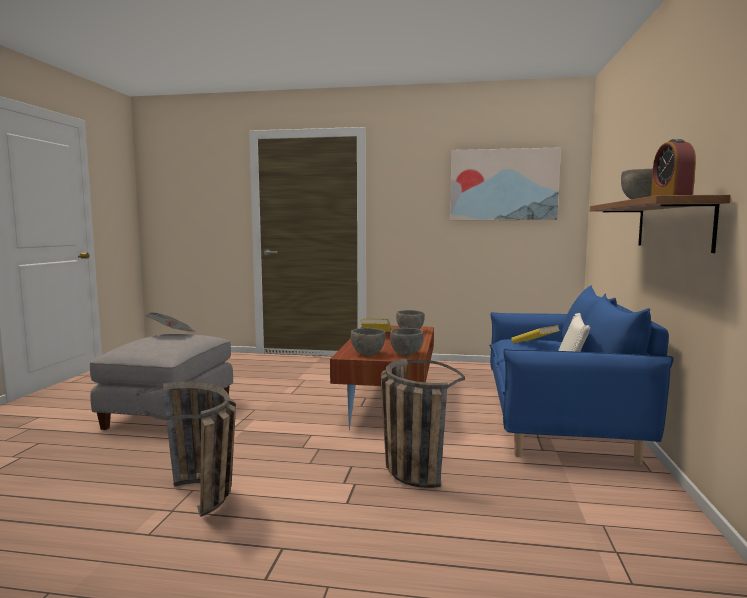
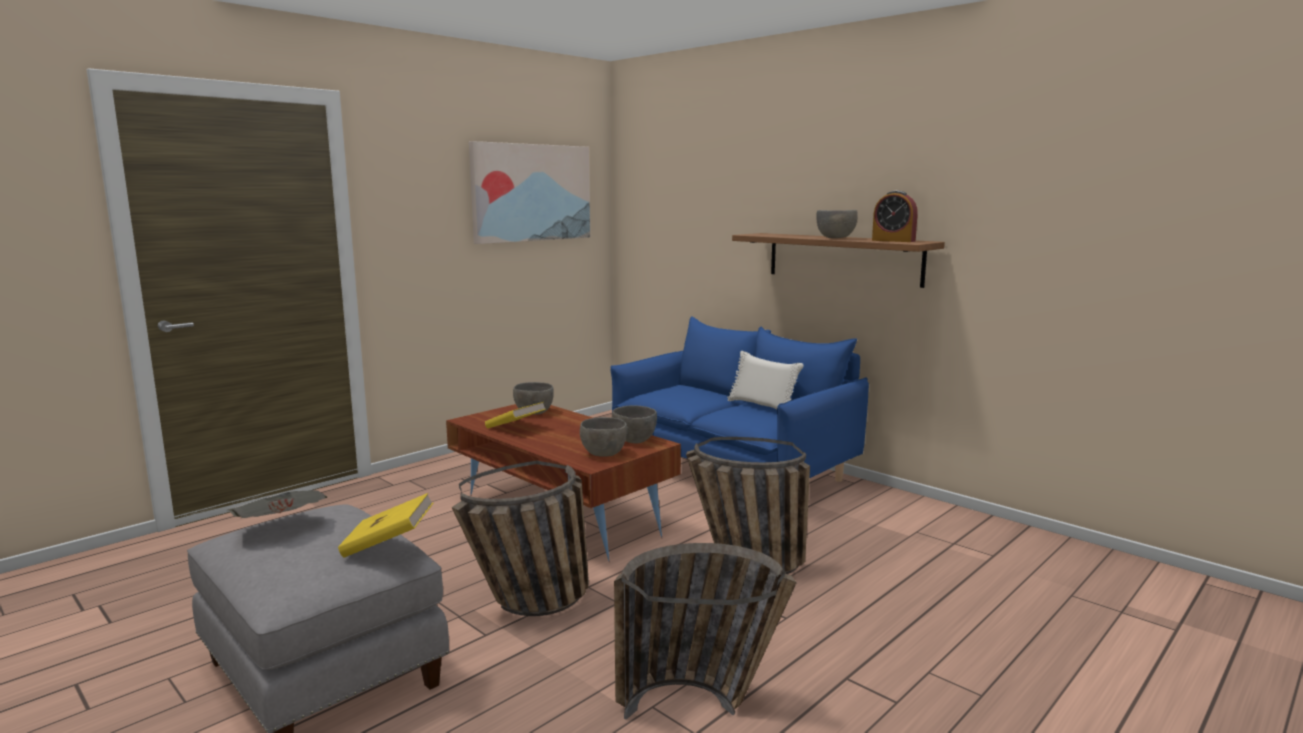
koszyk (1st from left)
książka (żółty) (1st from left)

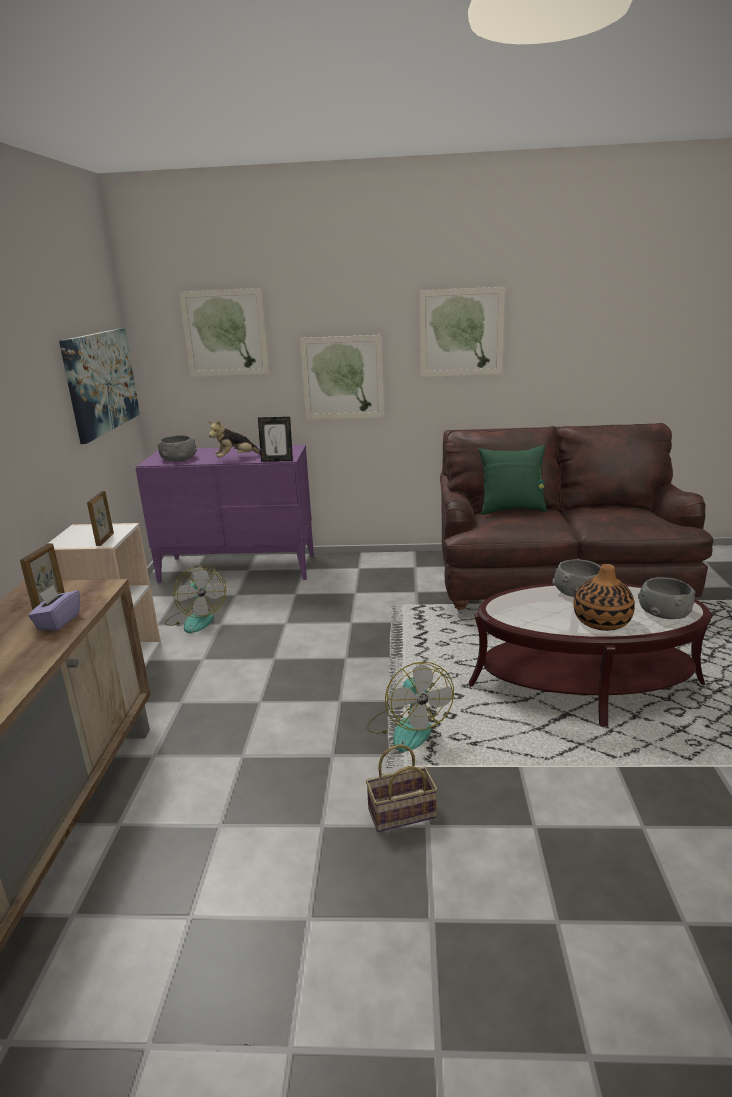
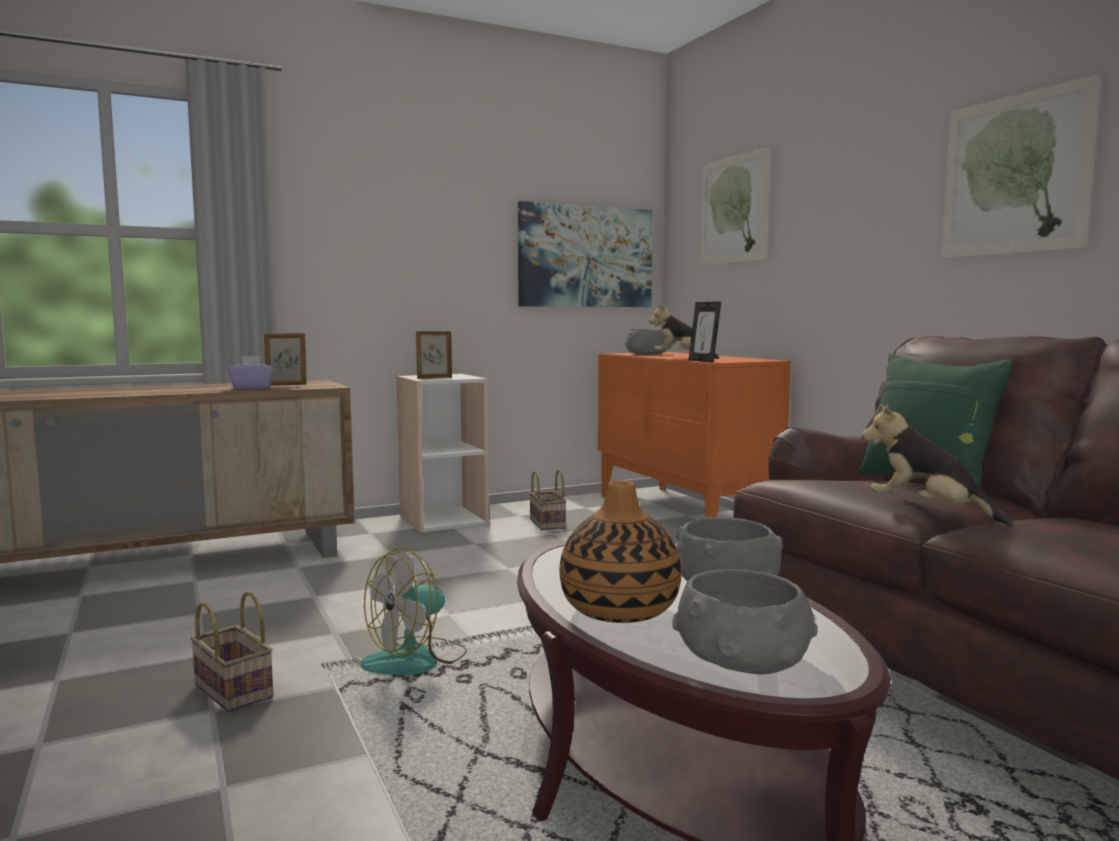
obraz (3rd from left in the first image)
pluszak (2nd from left)
koszyk (2nd from left)
szafka (pomarańczowy)

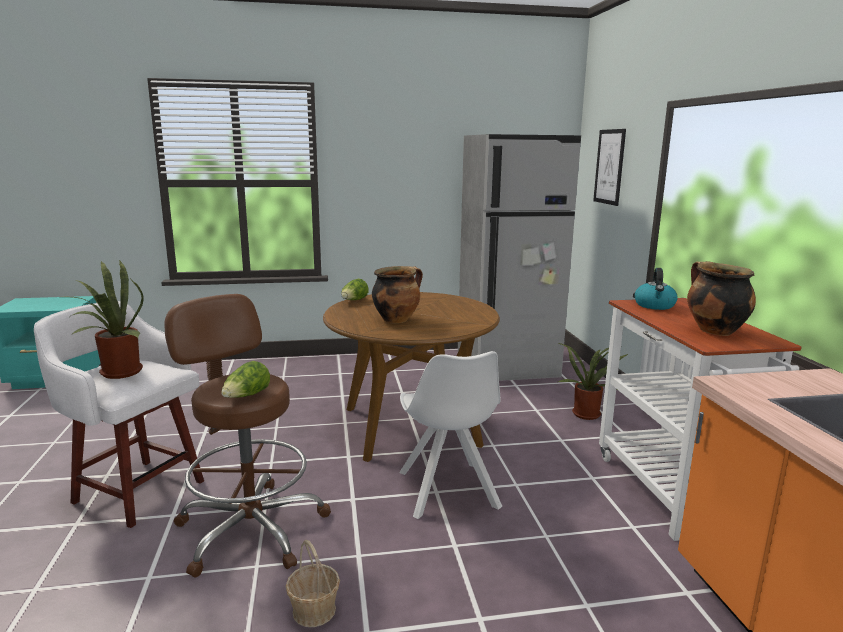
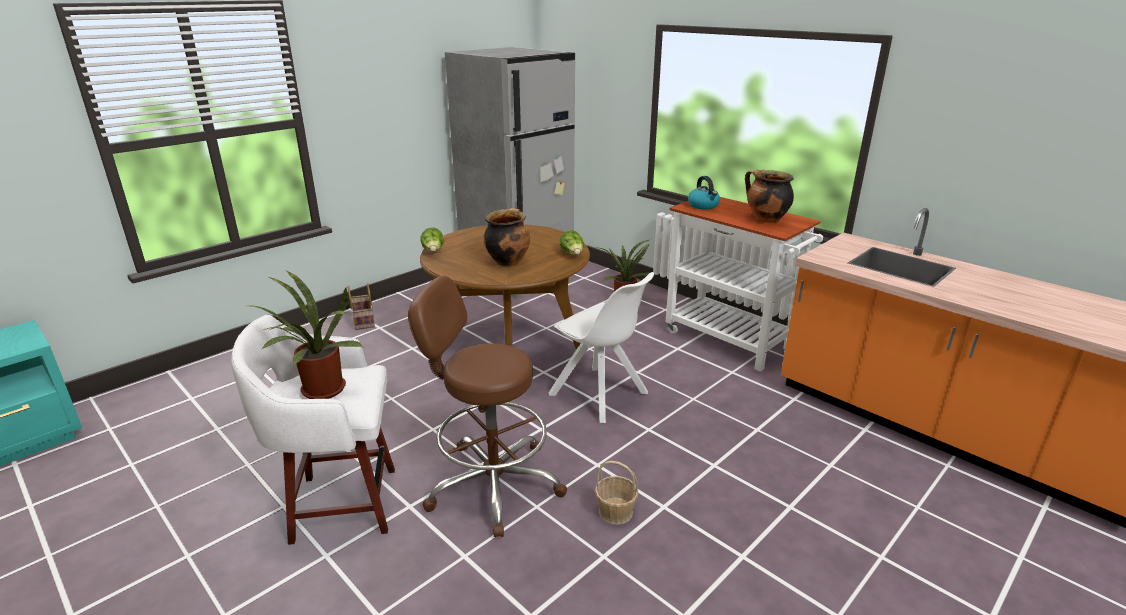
obraz
koszyk (1st from left)
sałata (2nd from left)

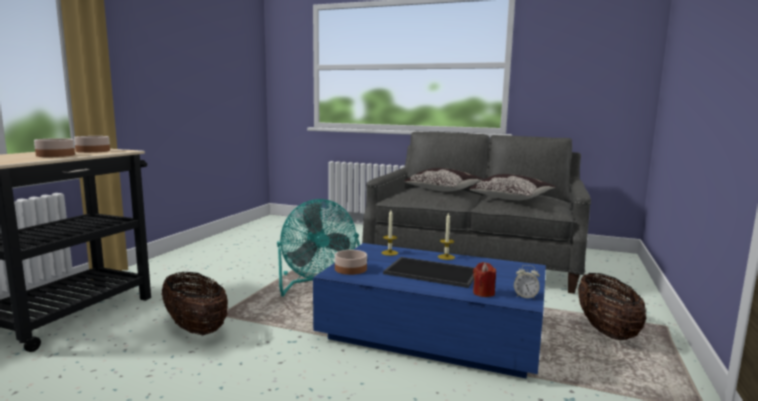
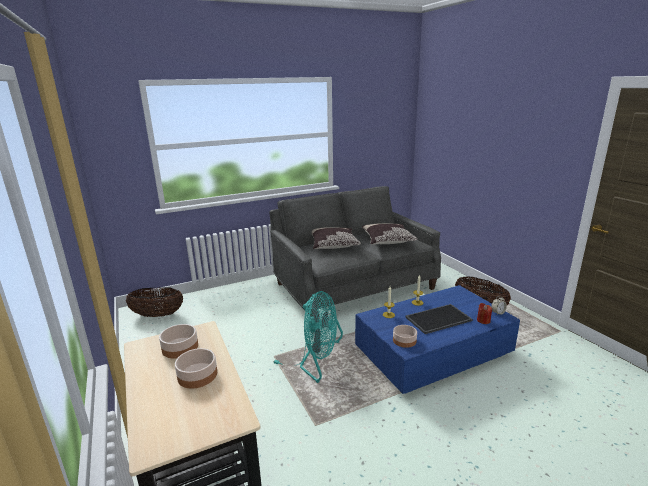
koszyk (1st from left)

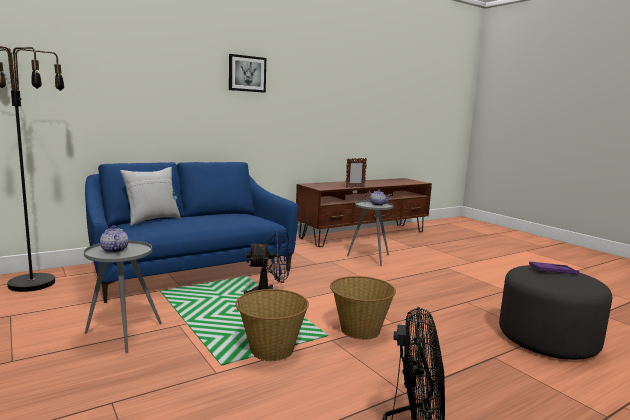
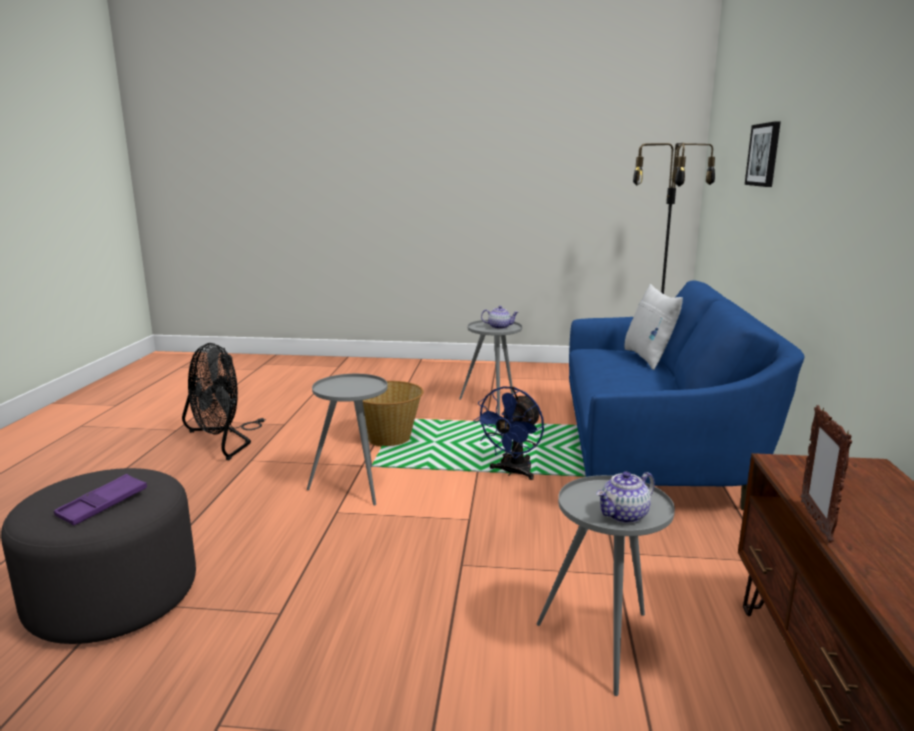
obraz
stolik (szary) (1st from left)

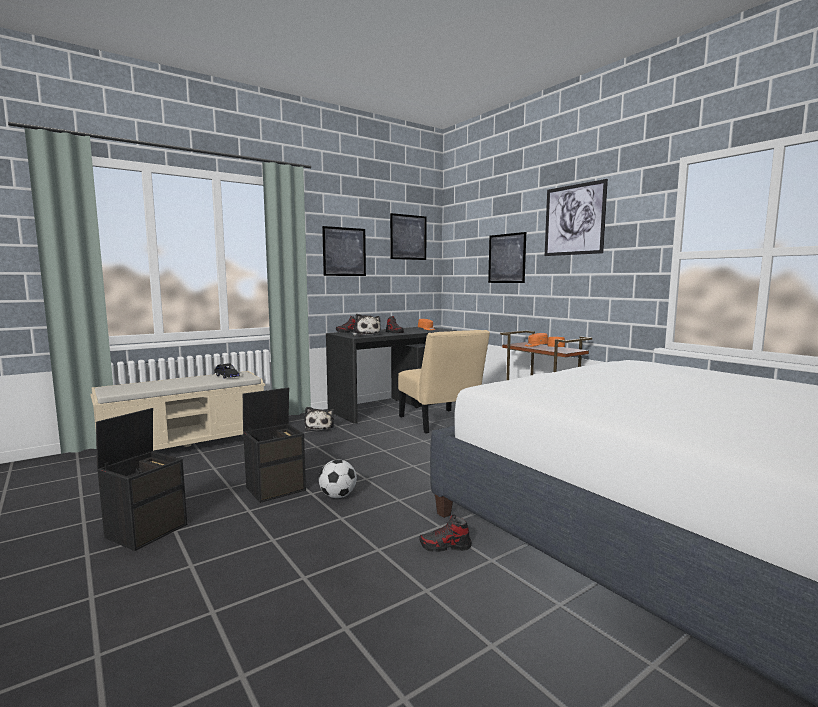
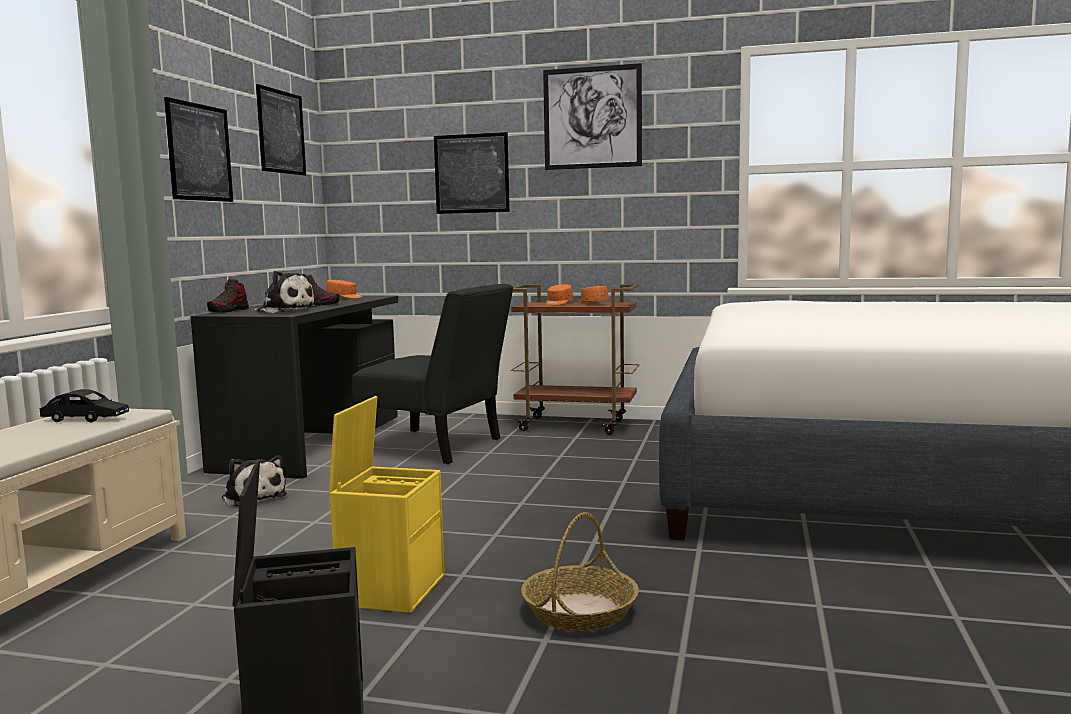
piłka futbolowa
but (3rd from left in the first image)
koszyk
pojemnik do przechowywania (żółty)
krzesło (czarny)

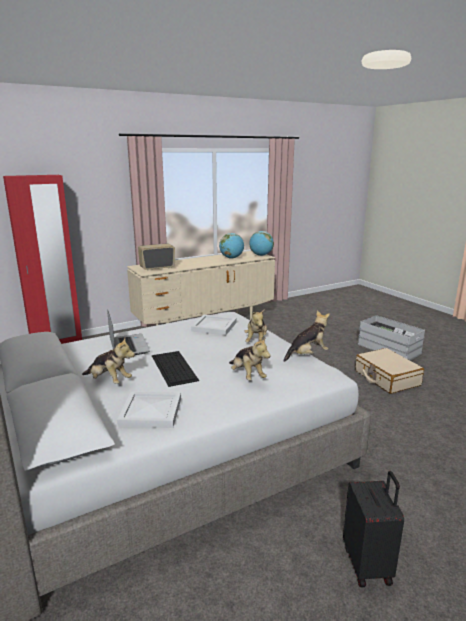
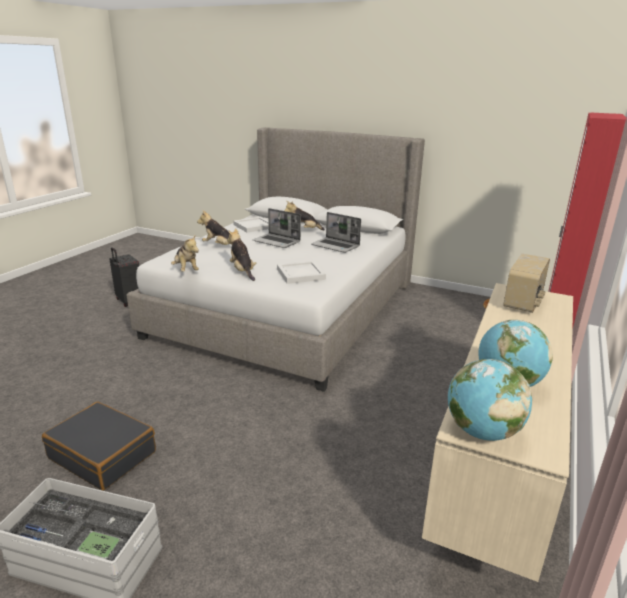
laptop (1st from left)
walizka (czarny) (1st from left)
pluszak (1st from left)

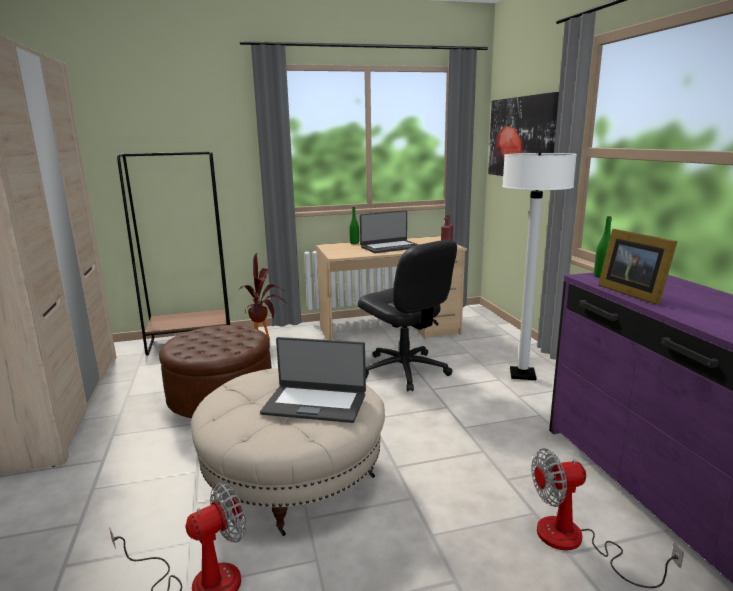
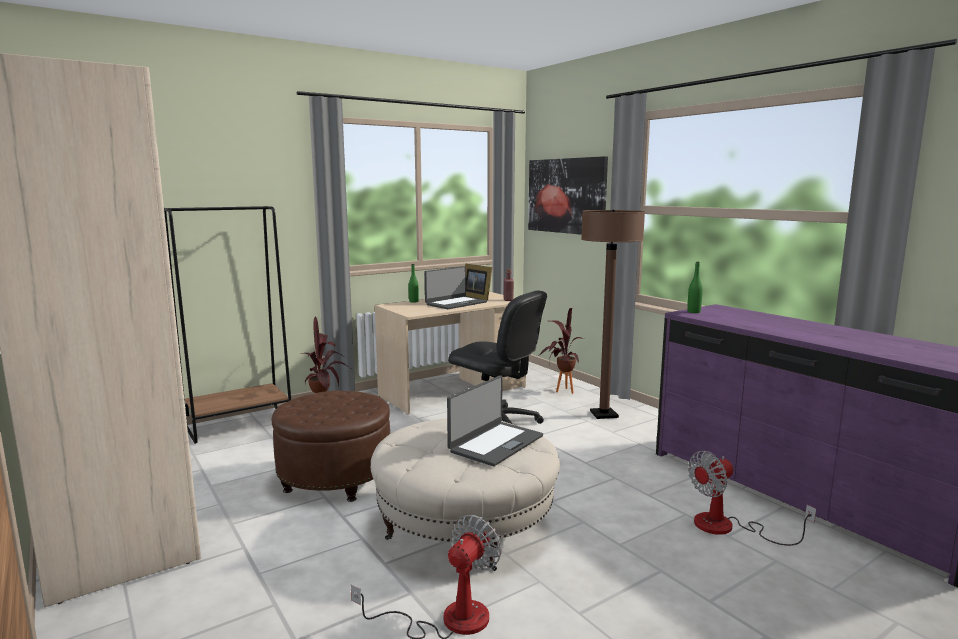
roślina doniczkowa (2nd from left)
ramka na zdjęcie
lampa stojąca (brązowy)
laptop (2nd from left)

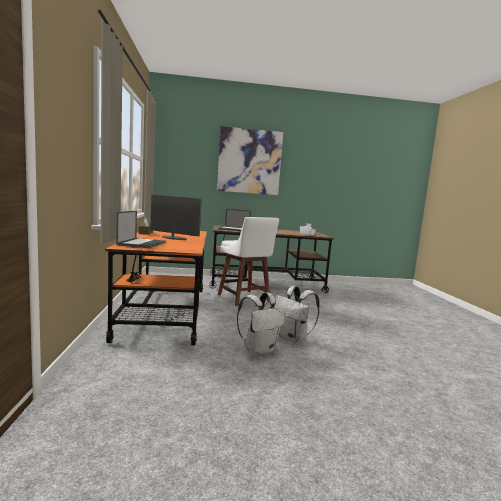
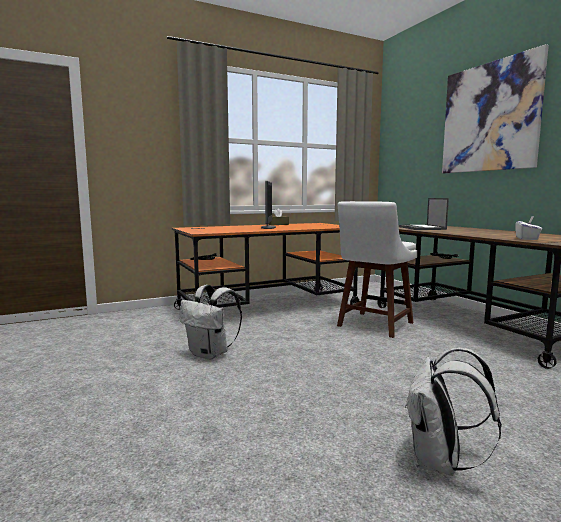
laptop (1st from left in the first image)
plecak (biały) (2nd from left)

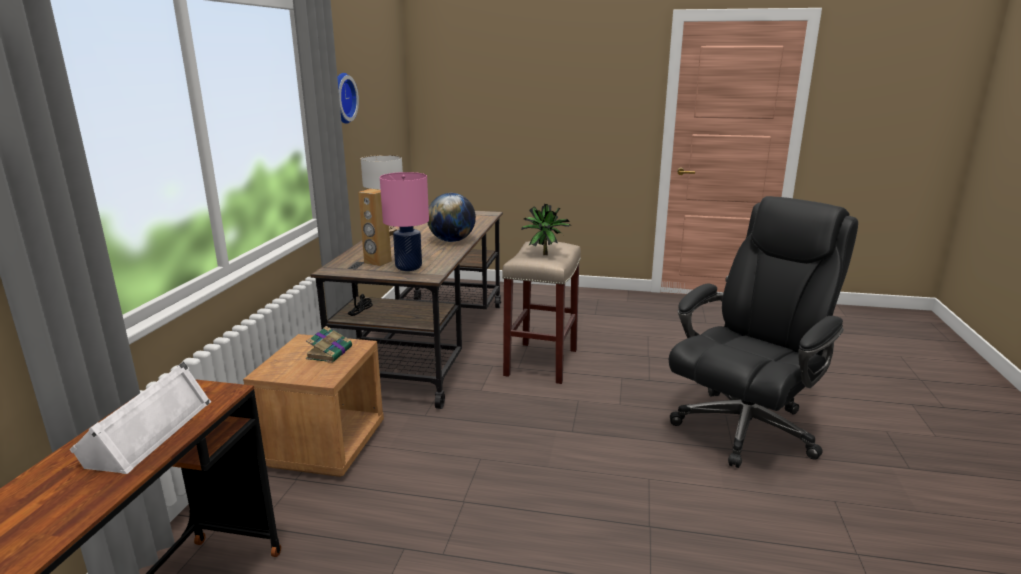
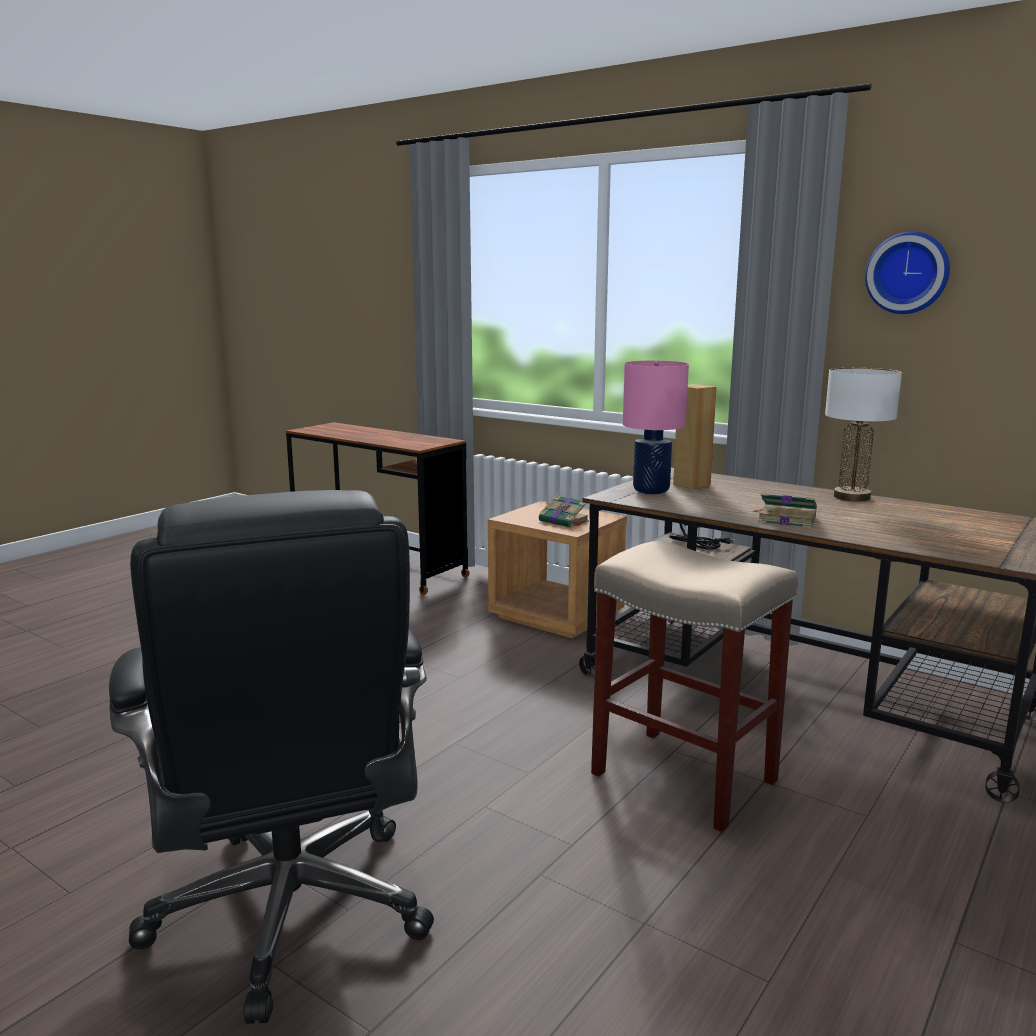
głośnik (biały)
roślina doniczkowa
książka (2nd from left)

